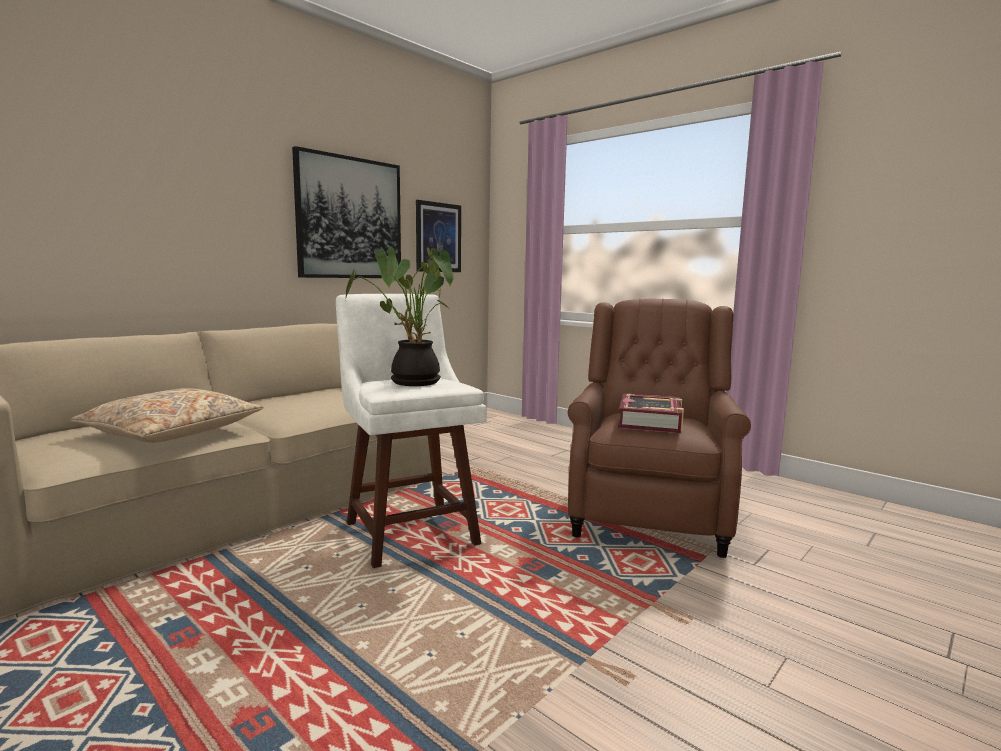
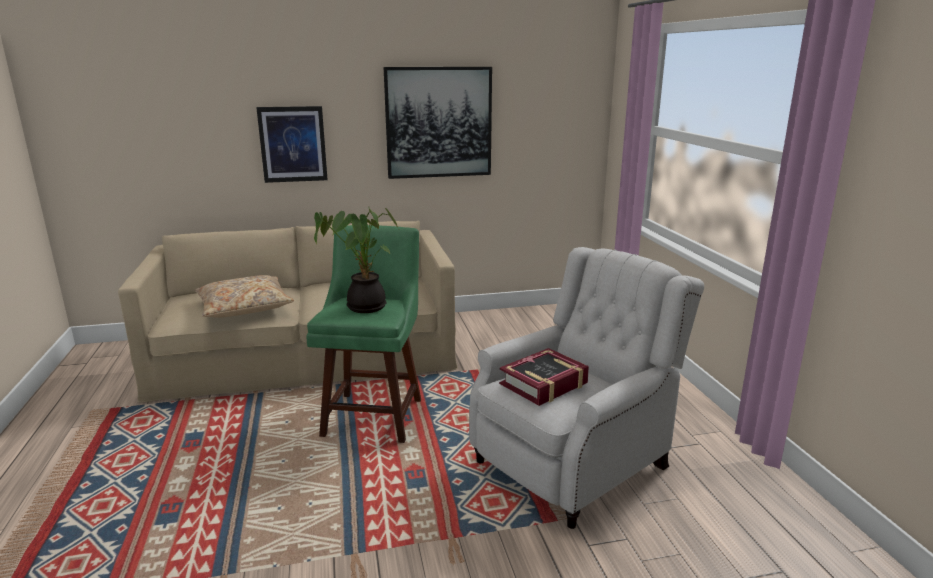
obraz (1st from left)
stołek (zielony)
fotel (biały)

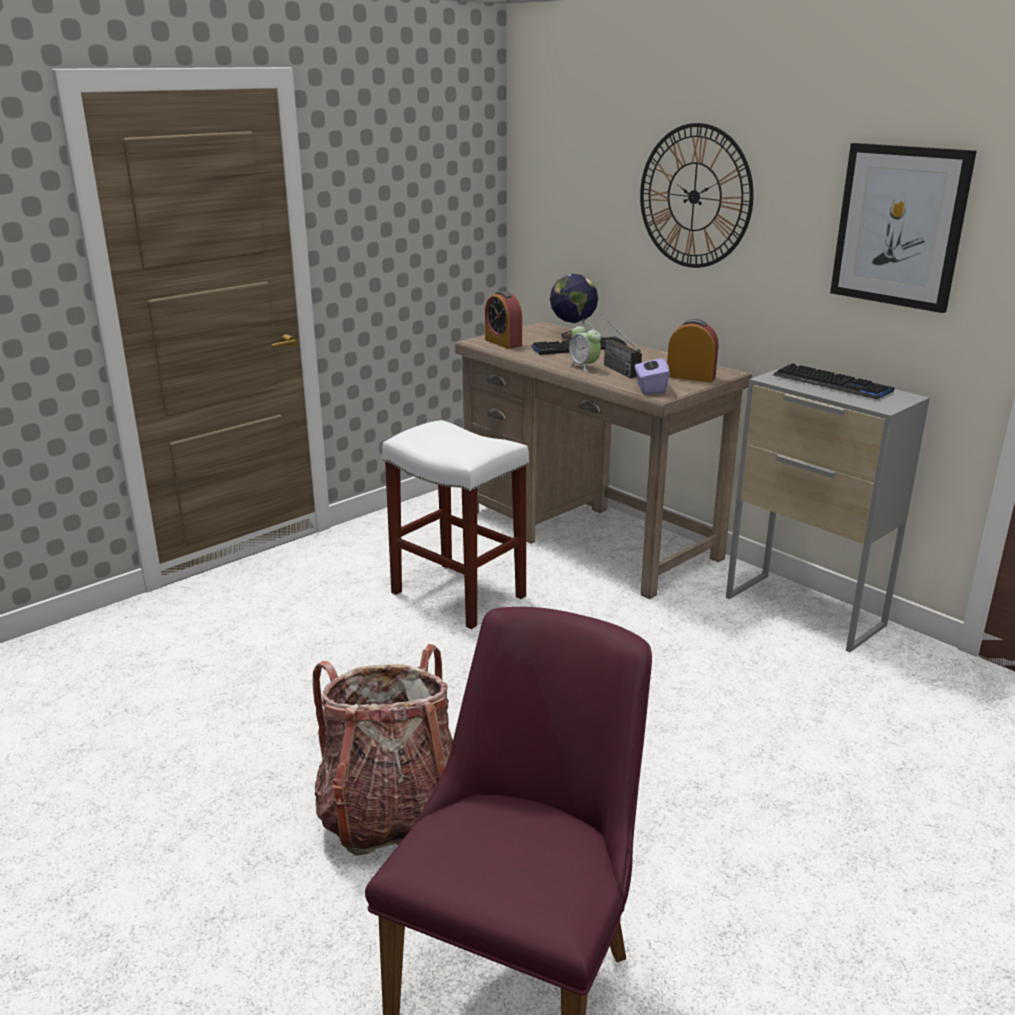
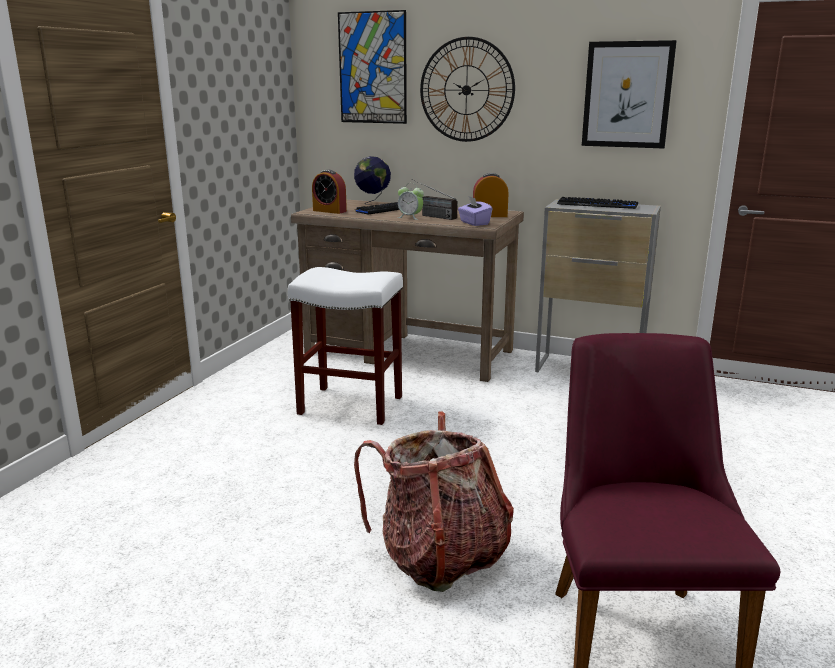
obraz (1st from left)

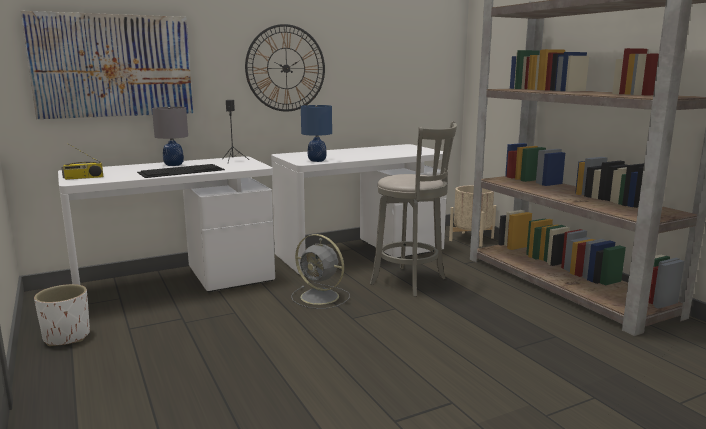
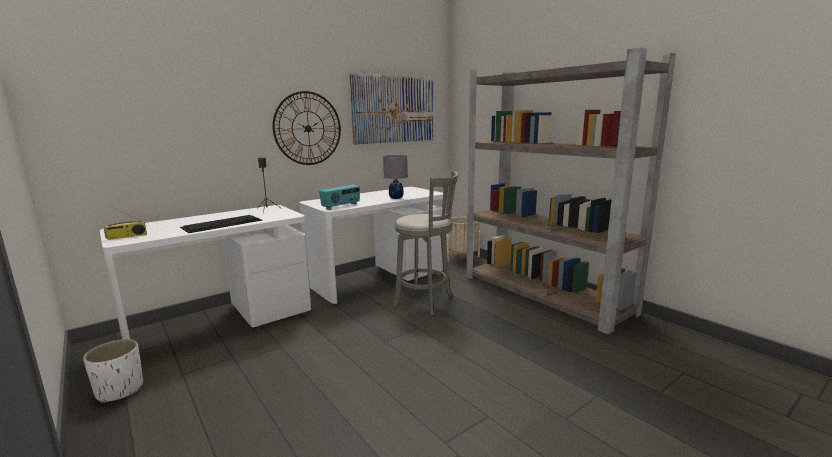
wentylator (szary)
obraz
lampa stołowa (szary)
radio (2nd from left)

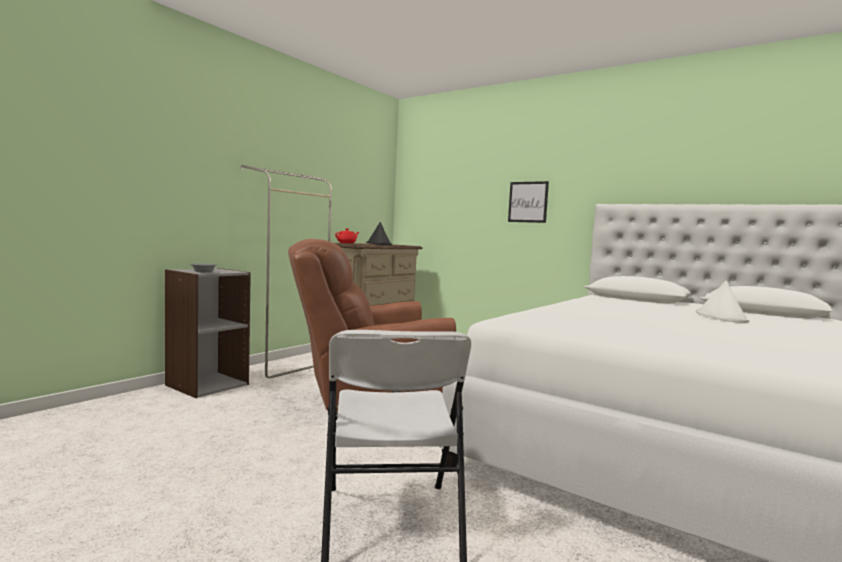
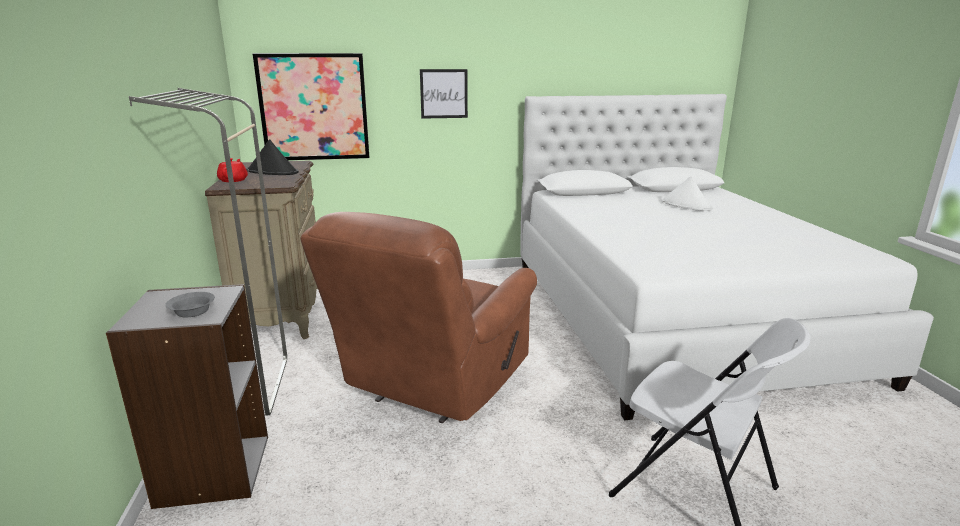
obraz (1st from left)

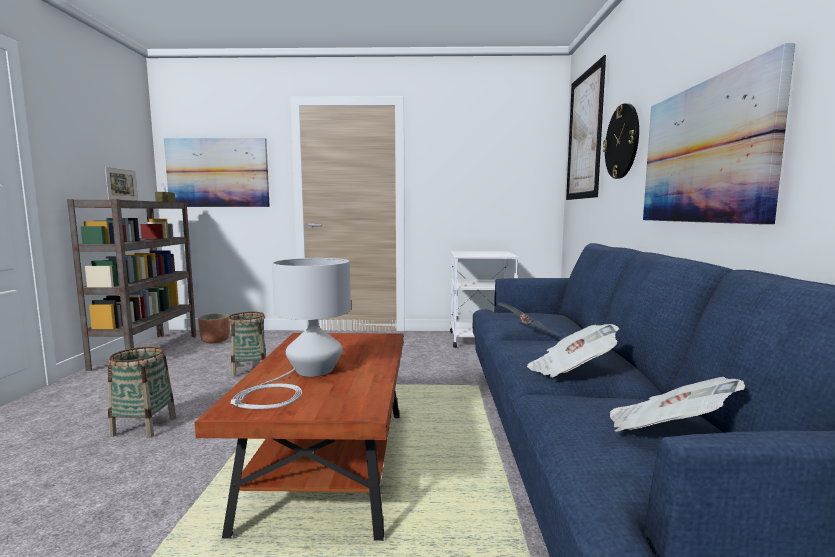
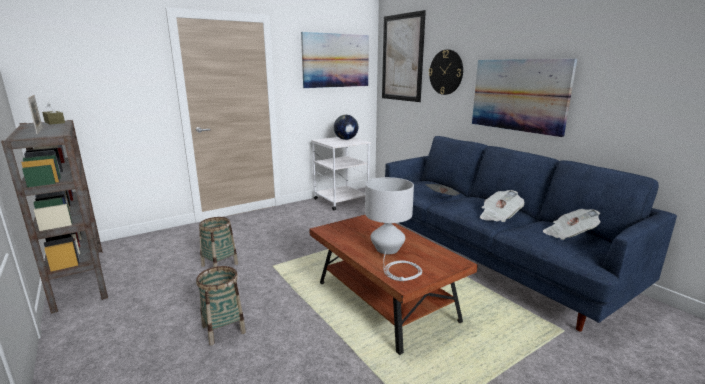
donica
globus
obraz (1st from left)

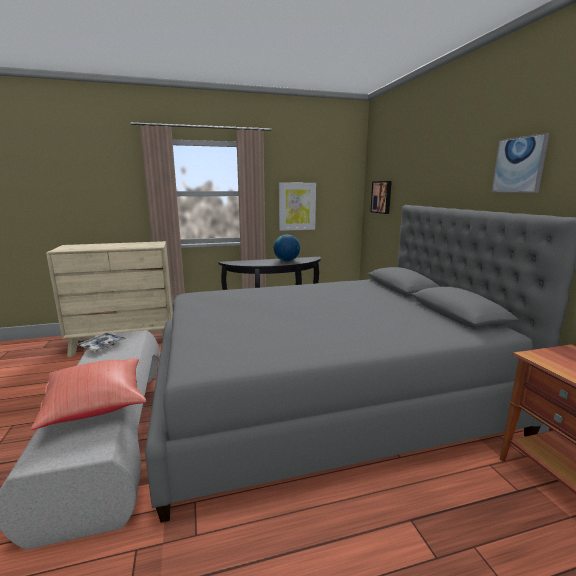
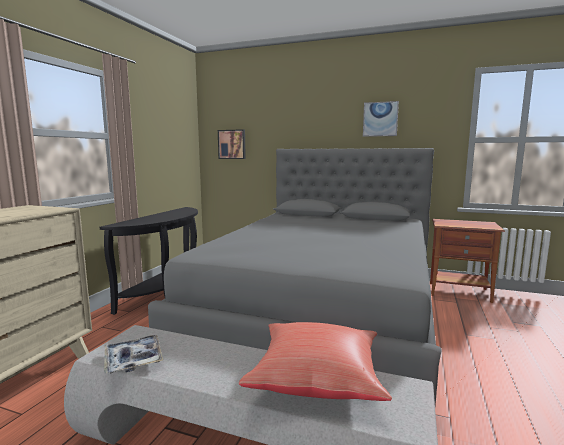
globus
obraz (1st from left in the first image)

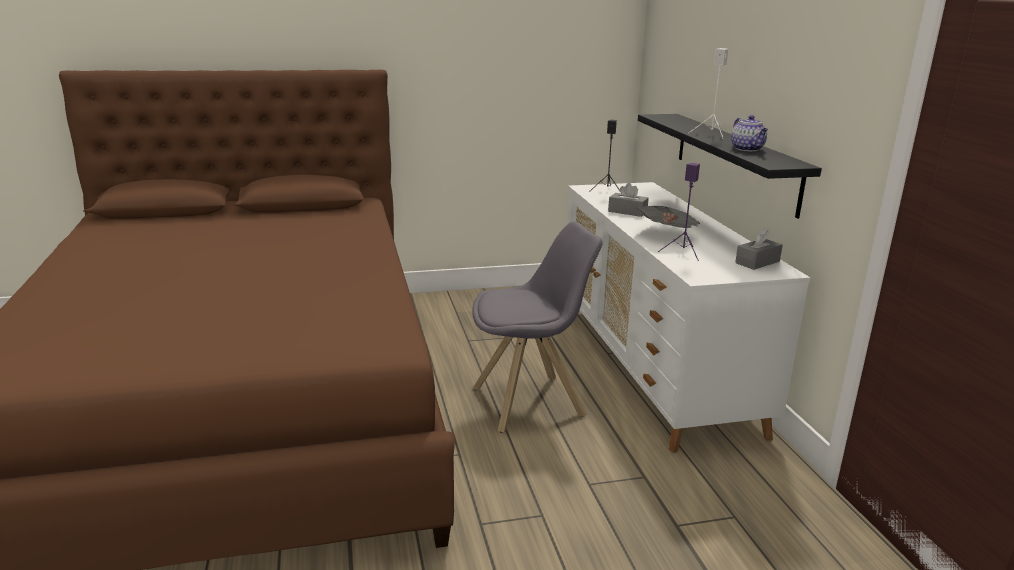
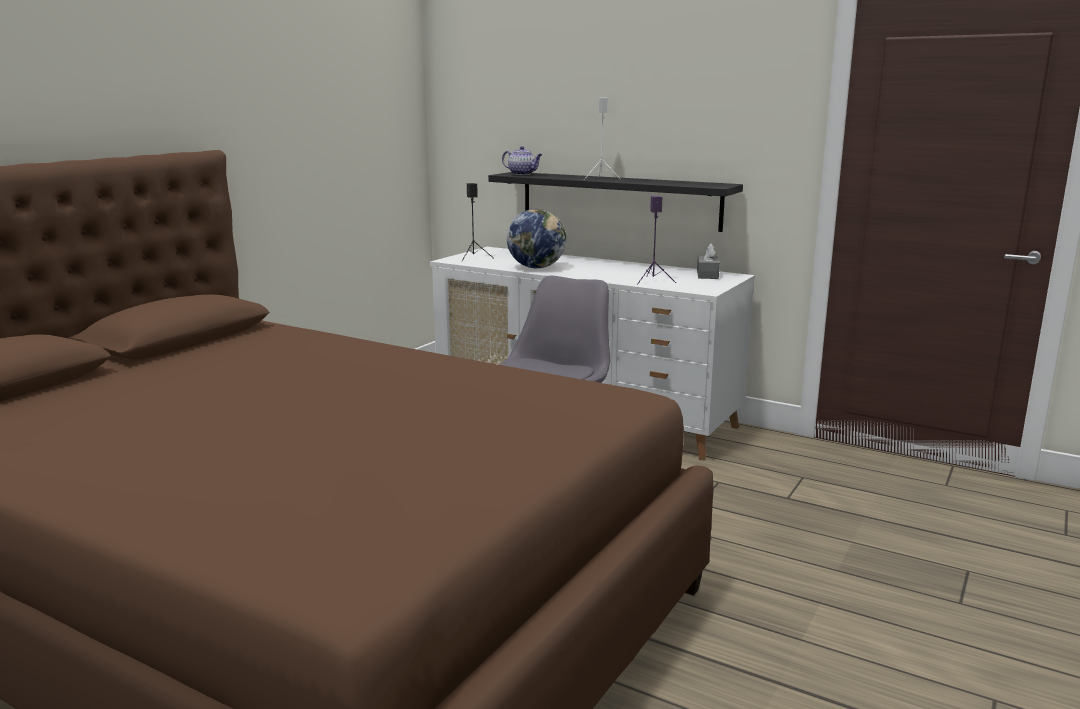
gazeta
imbryk
globus

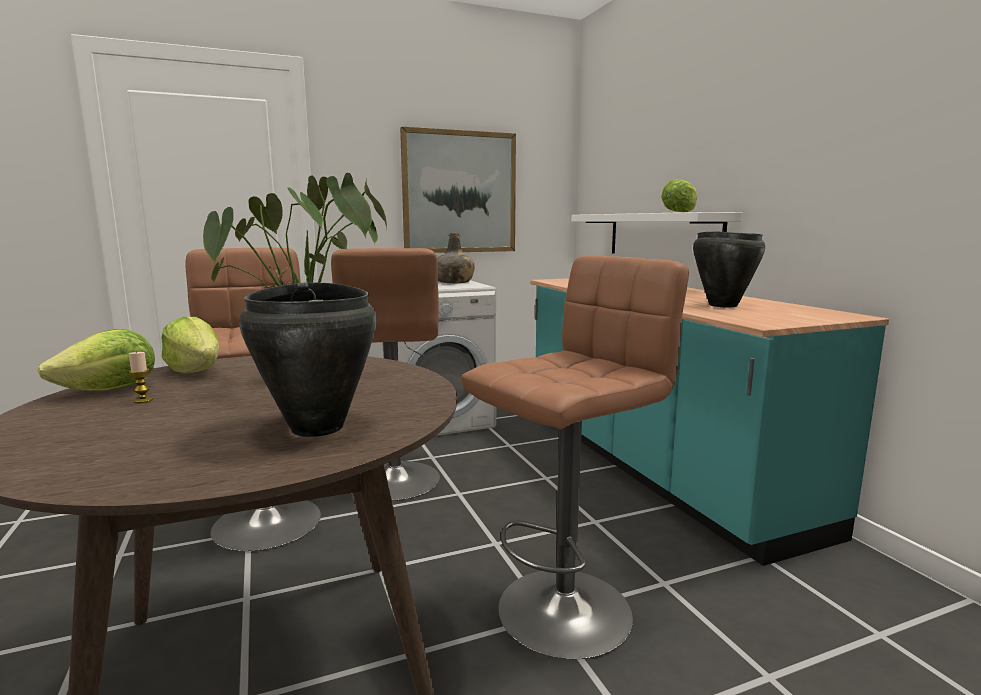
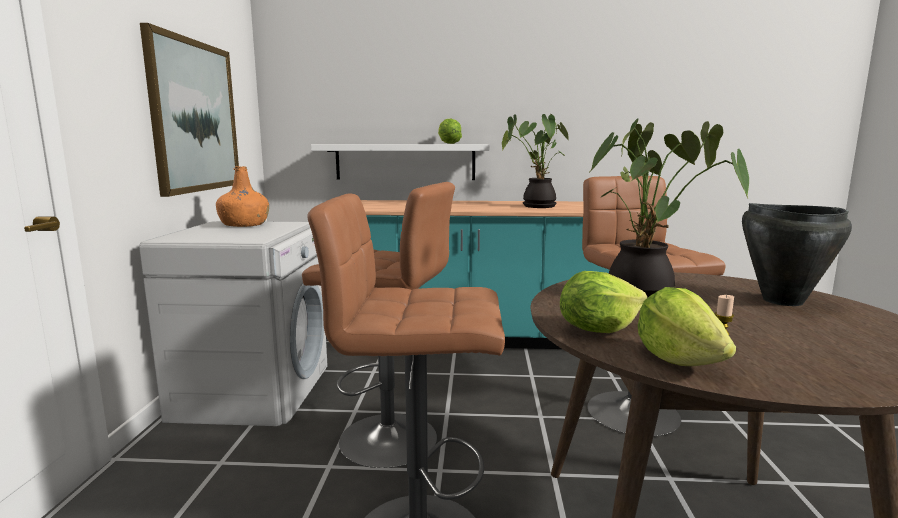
roślina doniczkowa (1st from left)
butelka (pomarańczowy)

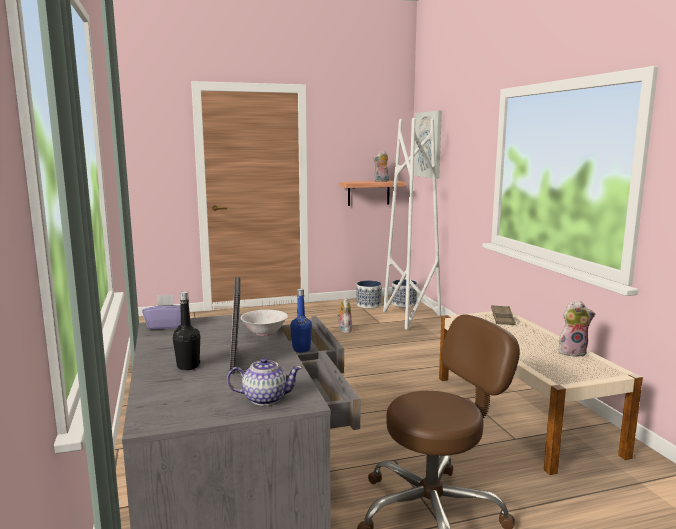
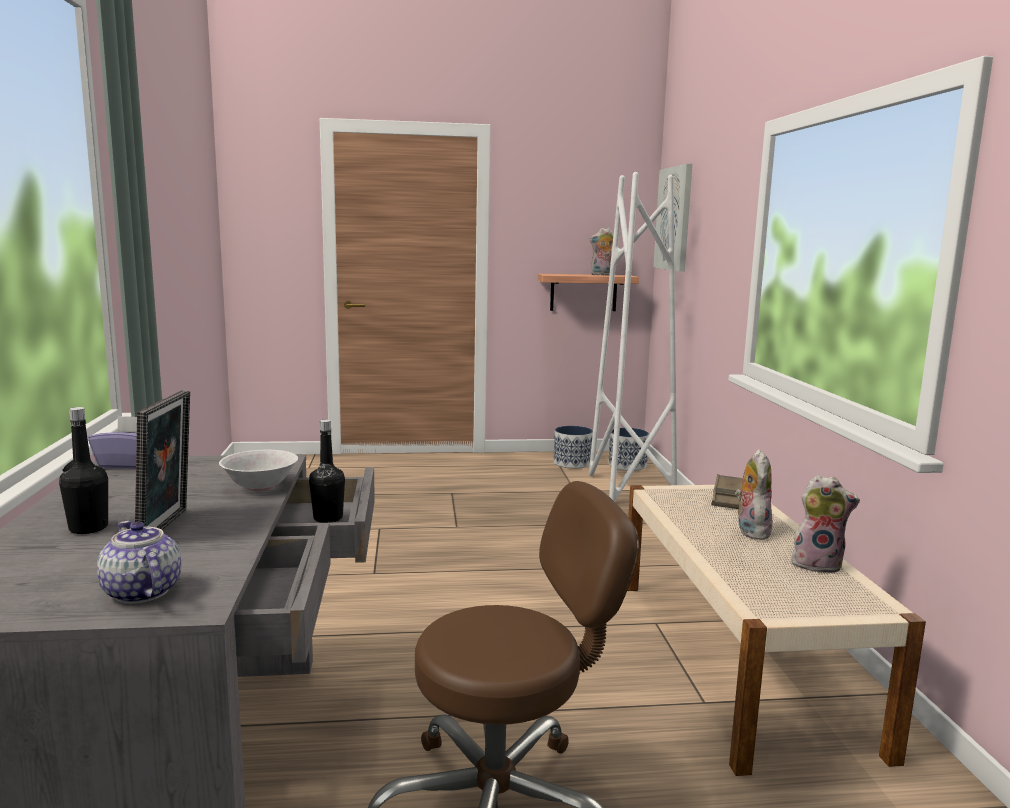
pluszak (2nd from left)
butelka (czarny) (2nd from left)
imbryk

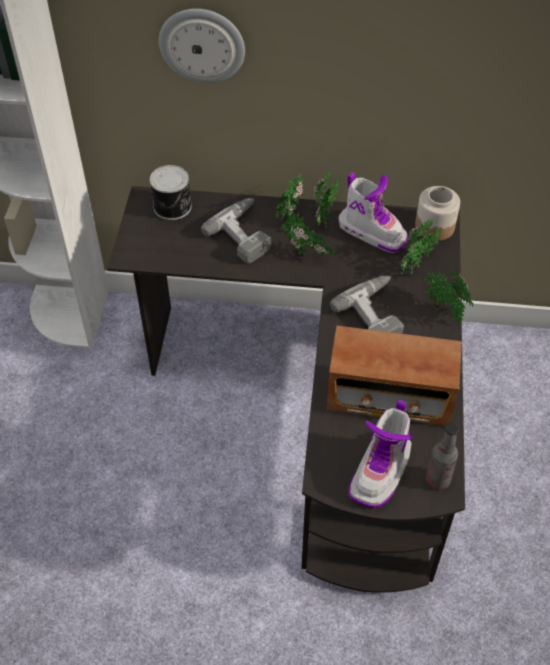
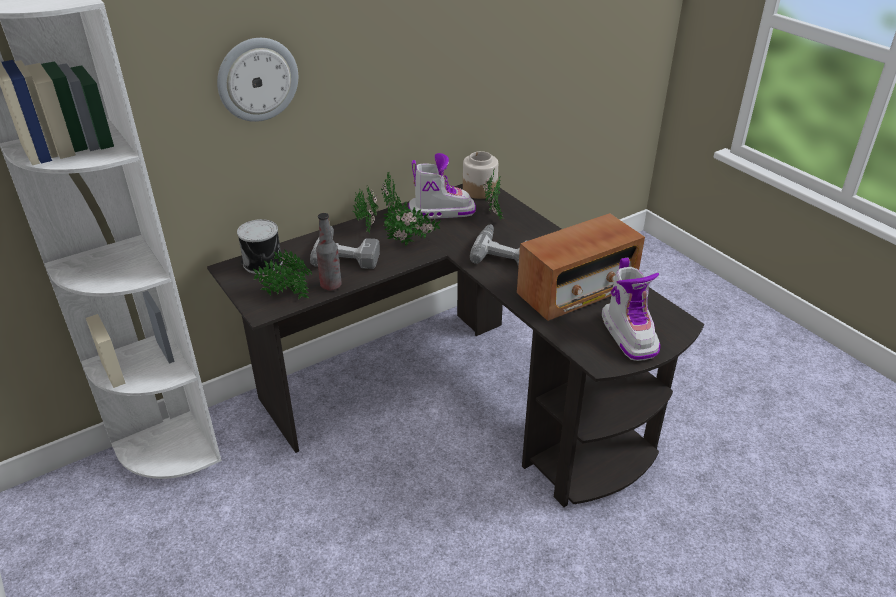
roślina doniczkowa (1st from left)
butelka

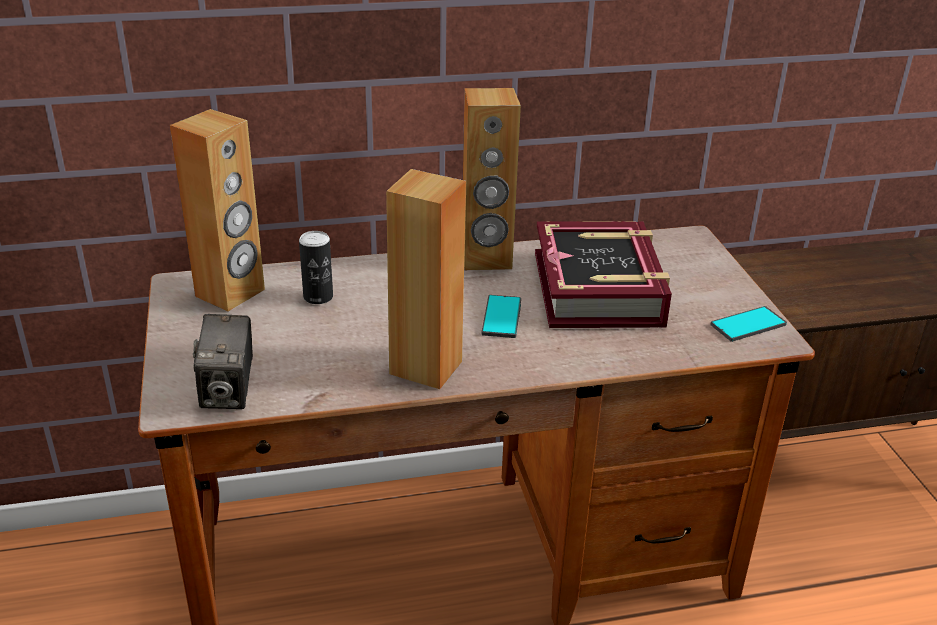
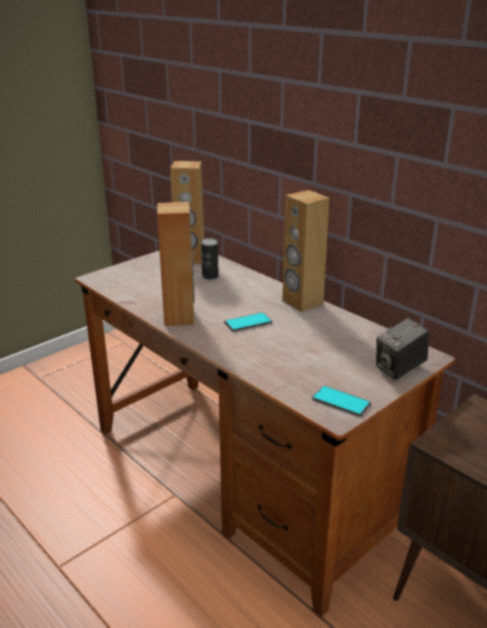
książka
aparat fotograficzny

